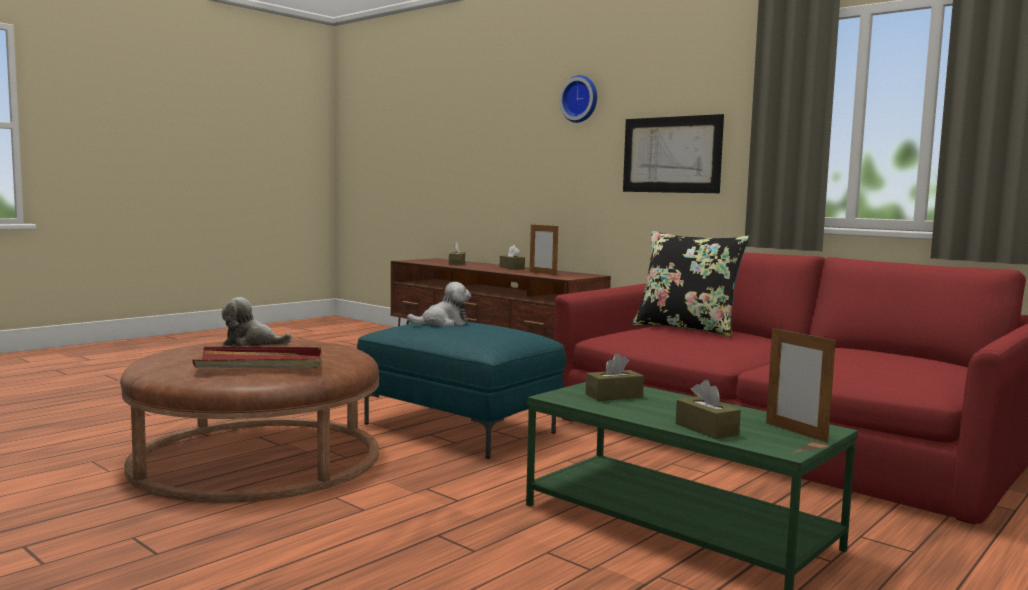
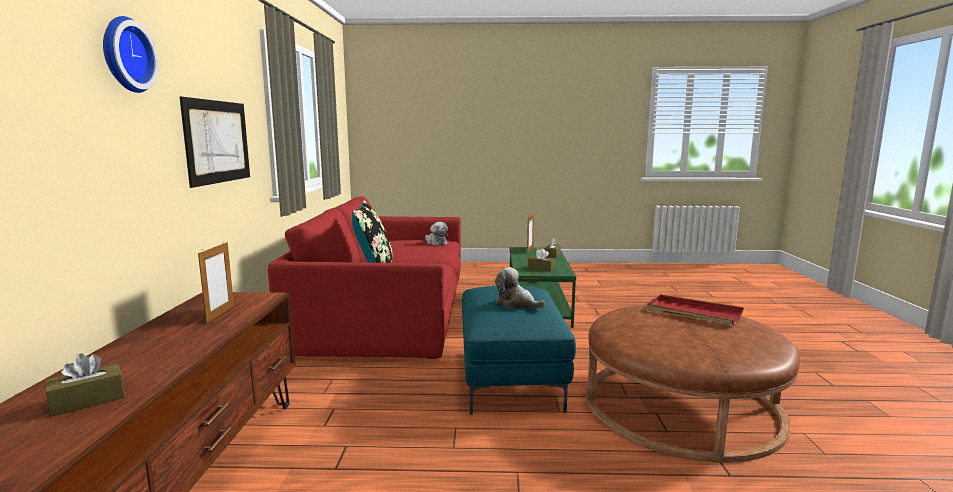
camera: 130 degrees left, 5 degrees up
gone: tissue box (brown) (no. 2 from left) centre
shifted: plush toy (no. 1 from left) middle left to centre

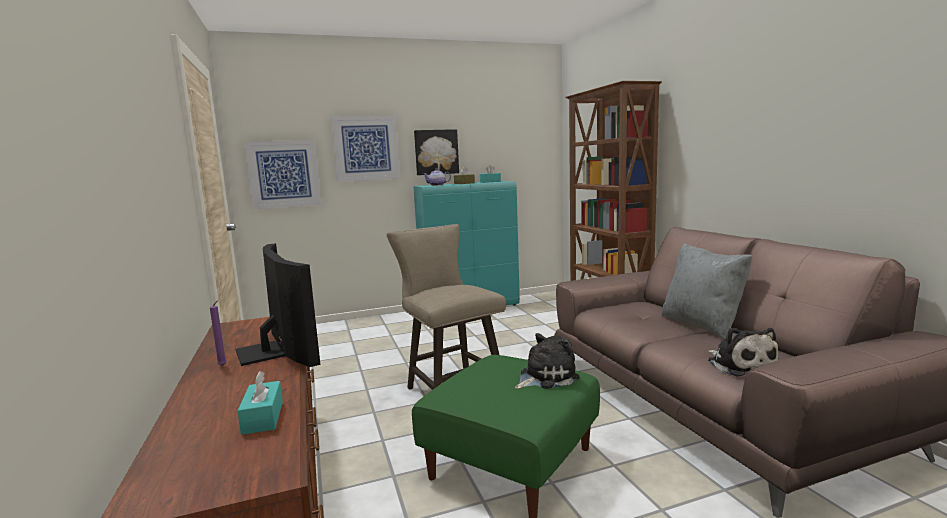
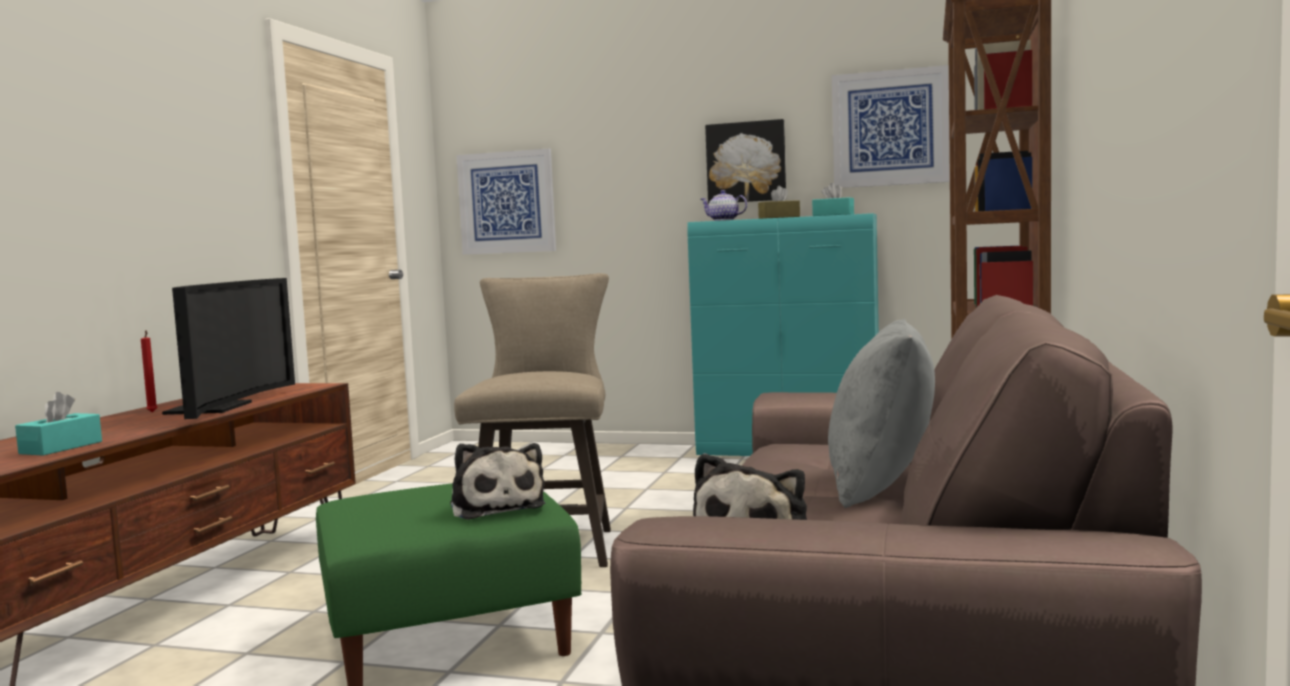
camera: 35 degrees right, 5 degrees down
shifted: picture (no. 2 from left in the first image) top centre to picture (no. 3 from left) top right
repainted: wax light (purplish) middle left to wax light (reddish) middle left
rotated: plush toy (no. 1 from left) bottom centre = bottom centre 60 degrees clockwise

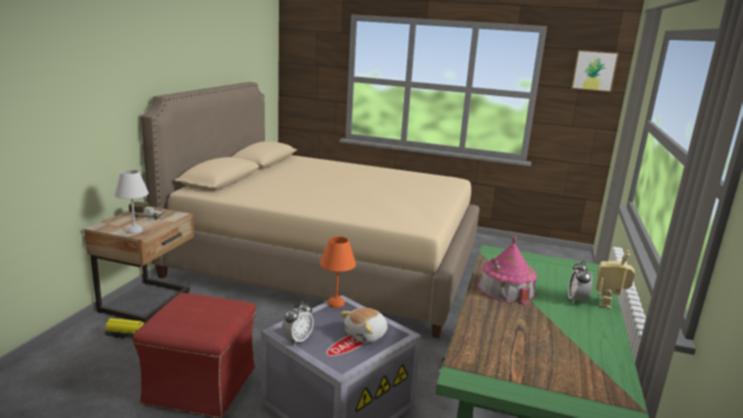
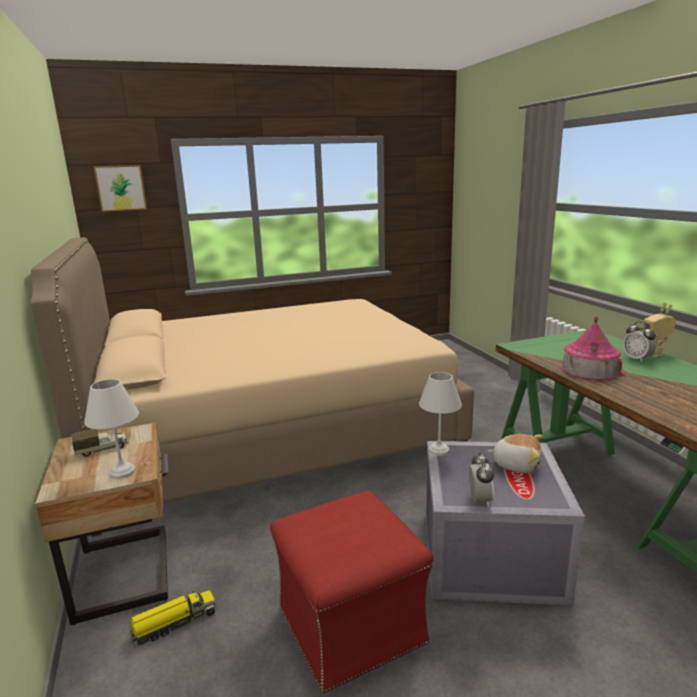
camera: 35 degrees left, 0 degrees up
shifted: picture top right to top left
repainted: tabletop lamp (orange) centre to tabletop lamp (whitish) (no. 2 from left) centre
rotated: plush toy bottom centre = middle right 75 degrees counterclockwise

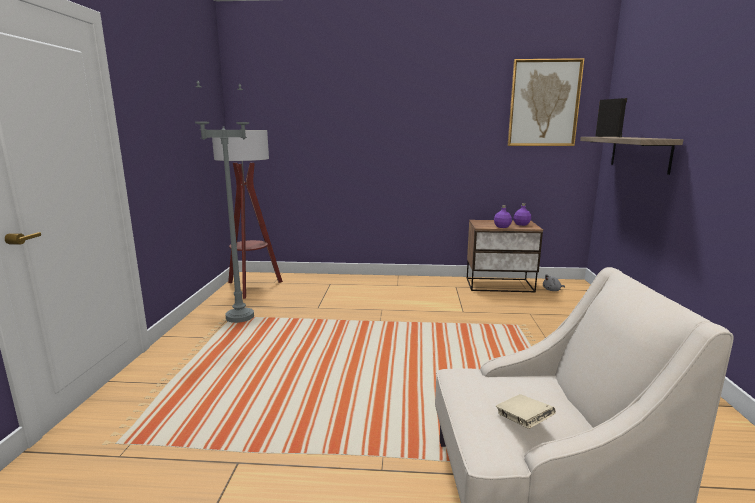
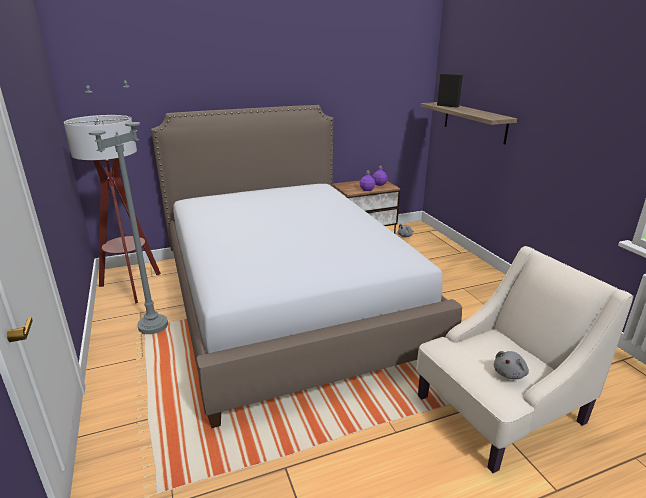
camera: 25 degrees left, 10 degrees up
gone: picture top right
new: bed centre
swapped: bound book (beige-coloured) bottom right to plush toy (greyish) (no. 2 from left) bottom right

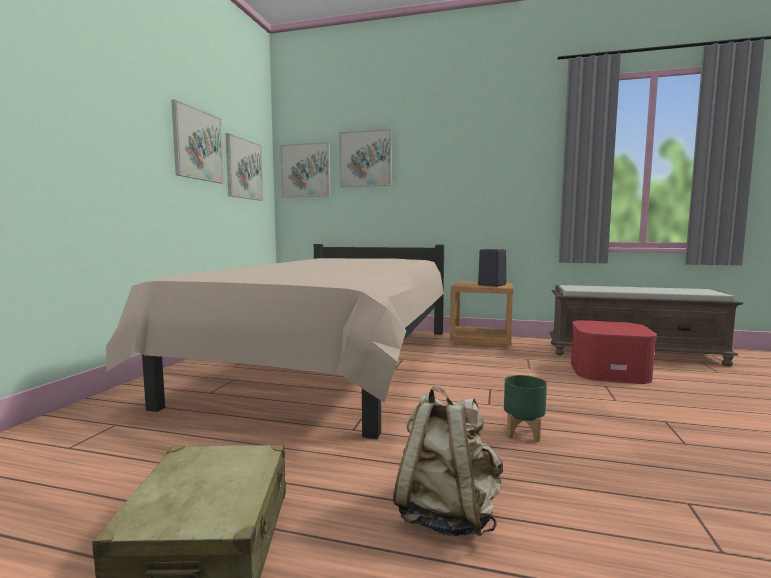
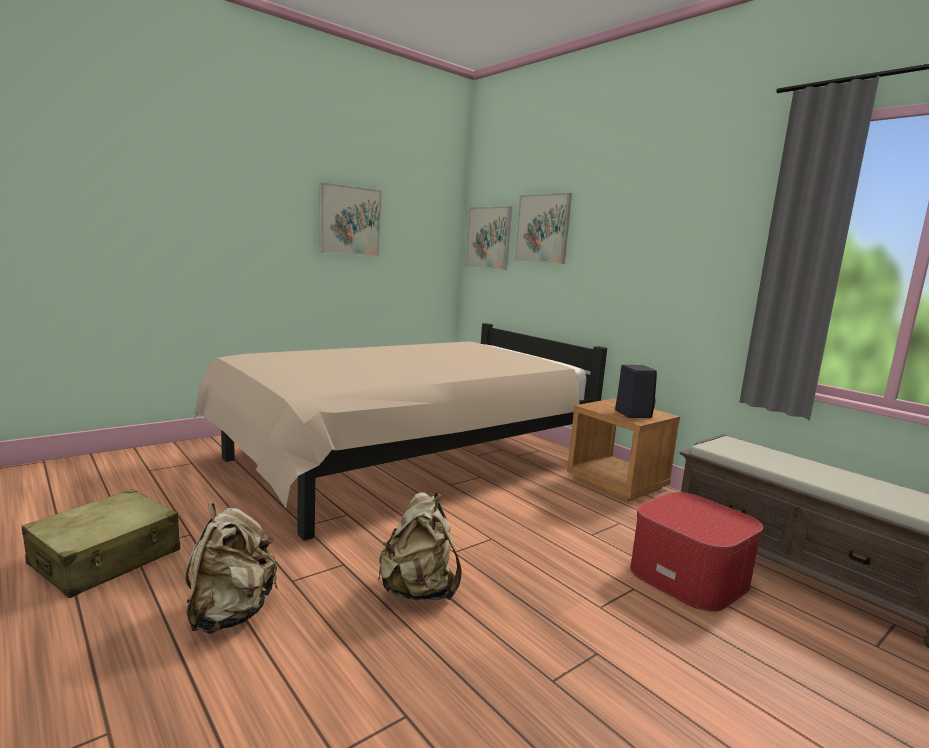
camera: 35 degrees right, 5 degrees up
gone: picture (no. 2 from left) top left
swapped: flower pot (green-coloured) bottom right to knapsack (beige-coloured) (no. 2 from left) bottom centre

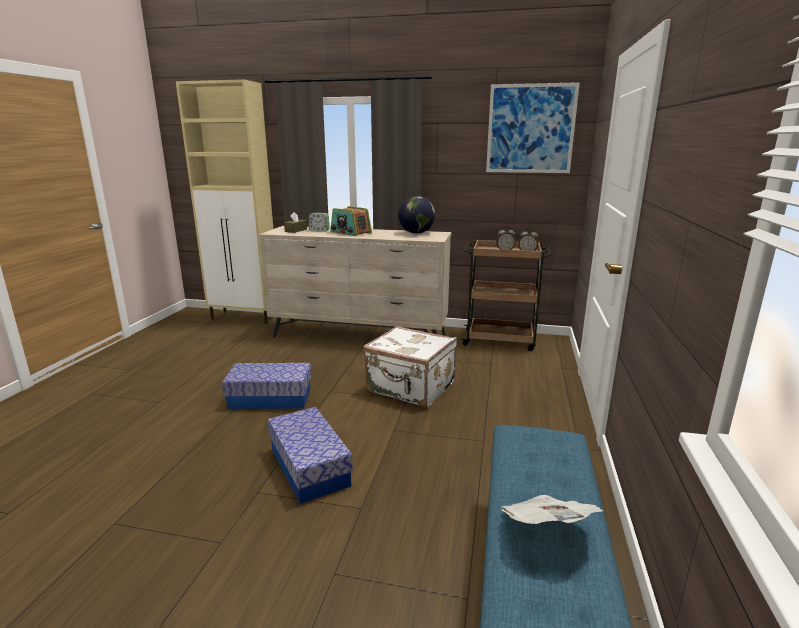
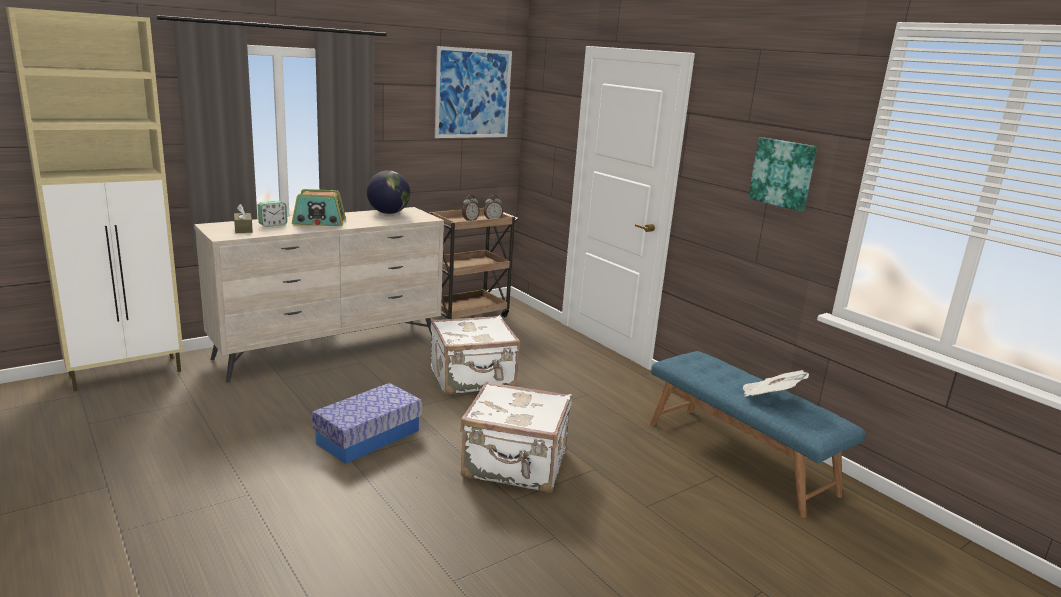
camera: 50 degrees left, 0 degrees up
new: picture (no. 2 from left) top right
swapped: storage container (no. 2 from left) bottom centre to suitcase (whitish) (no. 2 from left) bottom centre

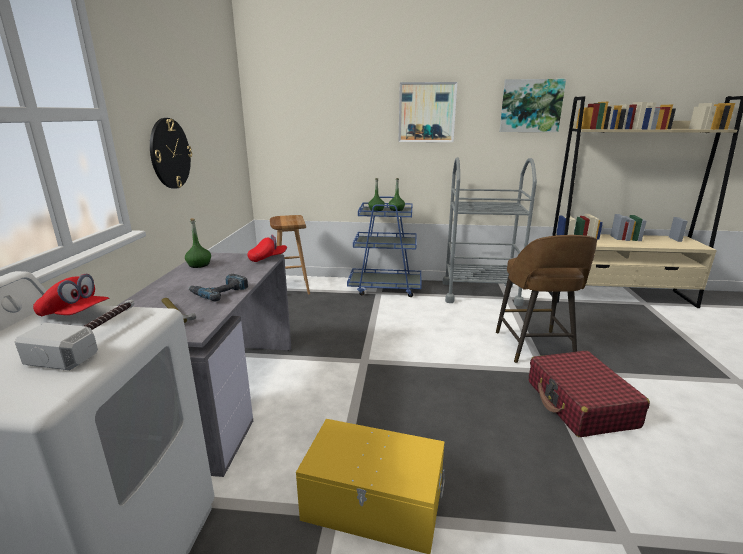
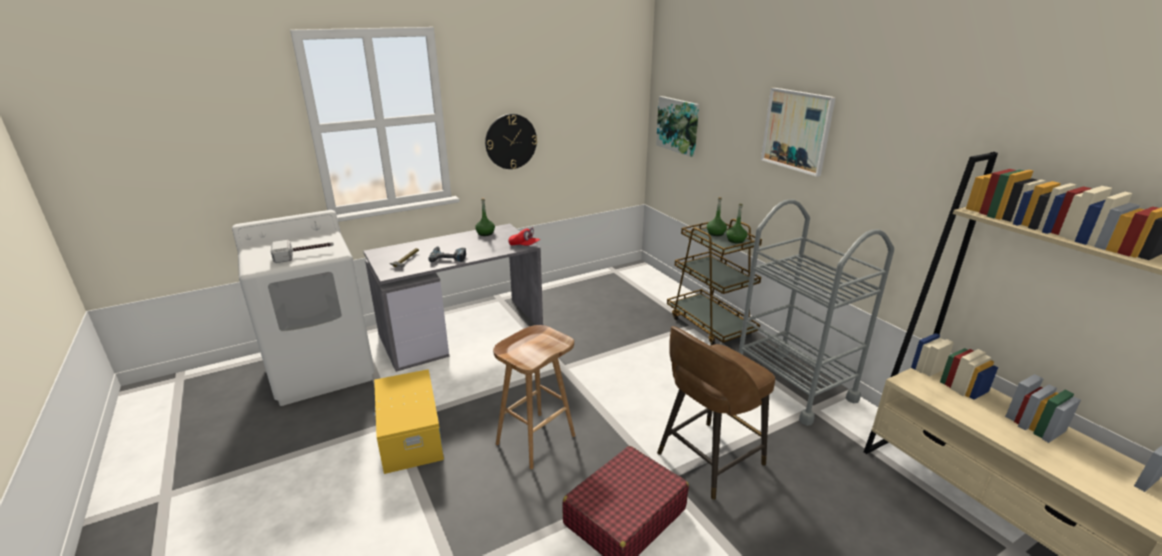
camera: 55 degrees right, 5 degrees up
gone: baseball cap (reddish) (no. 1 from left) middle left
shifted: stool seat (brown) (no. 1 from left) centre to bottom centre; picture (no. 2 from left in the first image) top right to picture (no. 1 from left) top centre
repainted: wheeled cart (blue-coloured) centre to wheeled cart (brown) centre

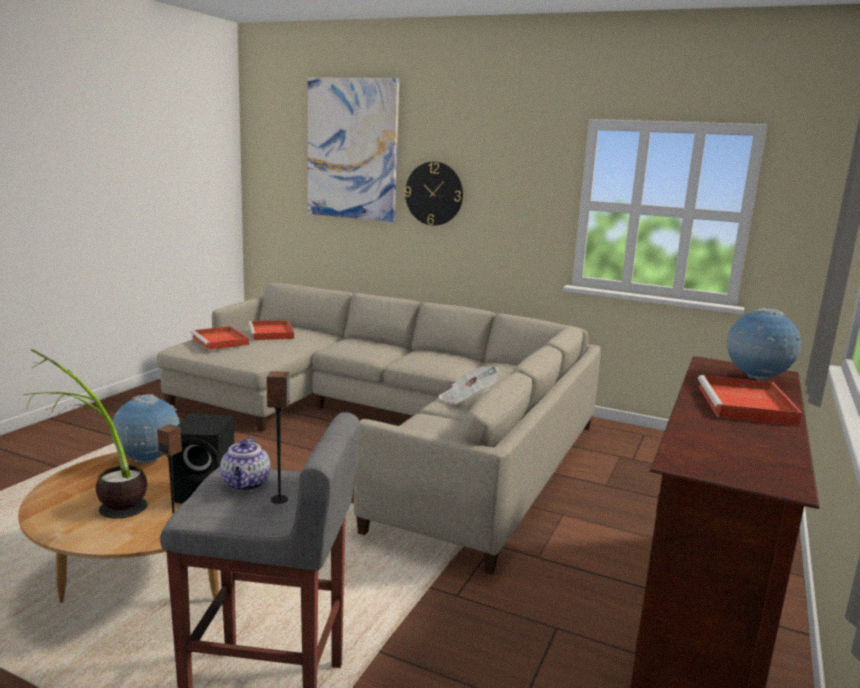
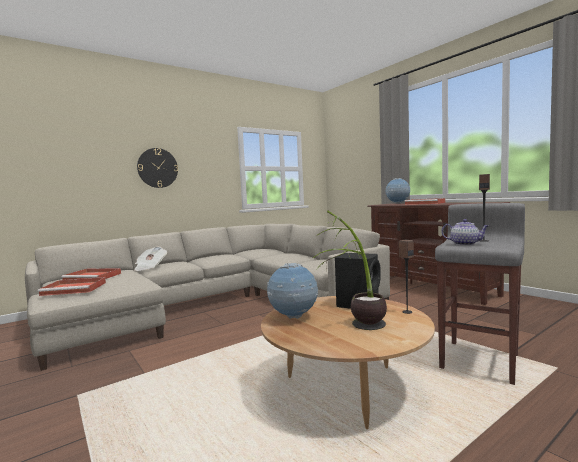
camera: 60 degrees left, 10 degrees down
gone: picture top centre
shifted: daily paper centre to middle left

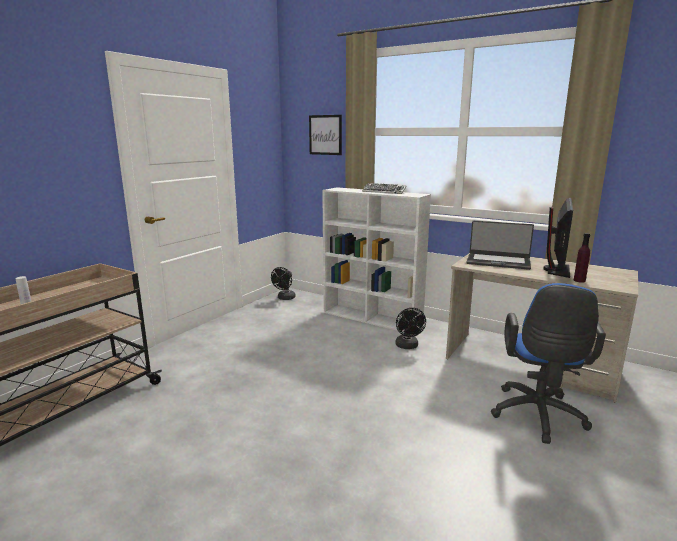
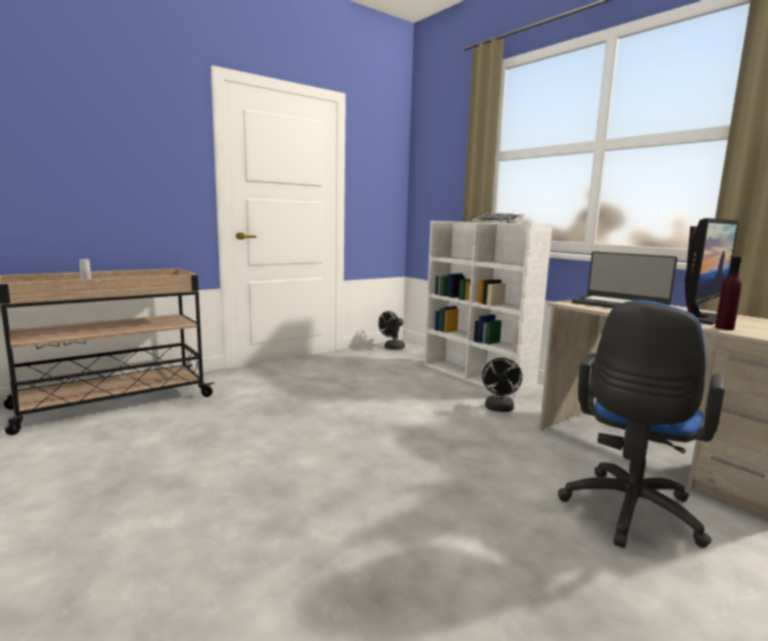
camera: 20 degrees right, 5 degrees down
gone: picture top centre

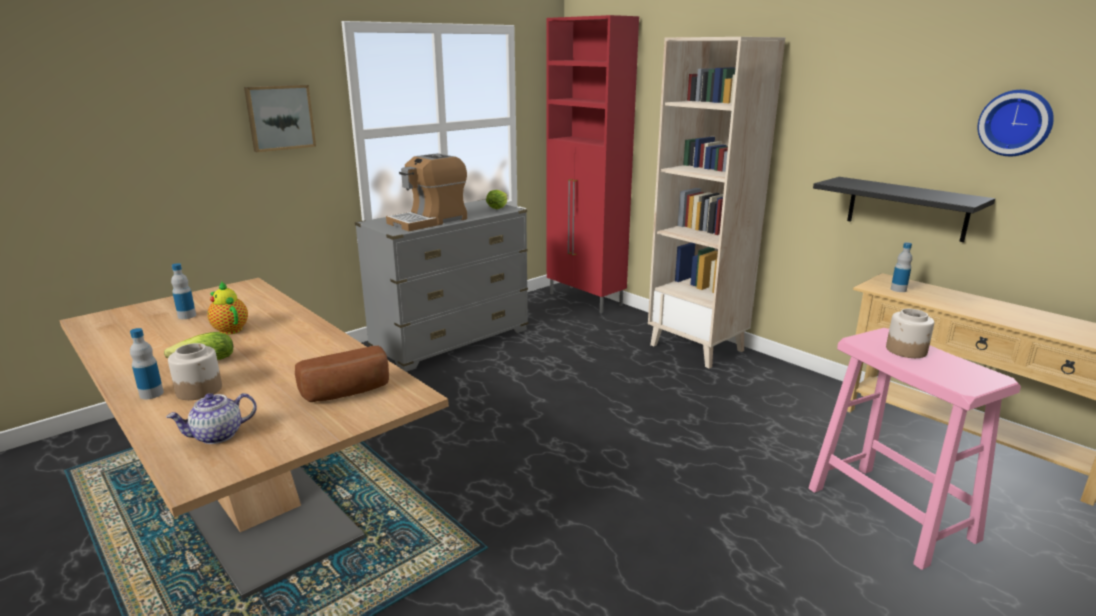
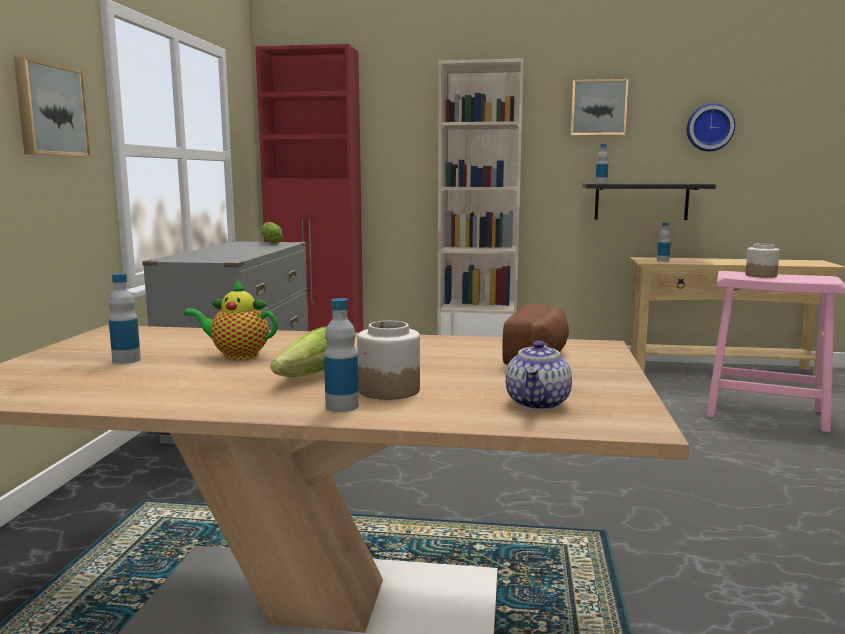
camera: 40 degrees left, 10 degrees down
gone: coffee maker top centre
new: picture (no. 2 from left) top right; bottle (no. 3 from left) top right

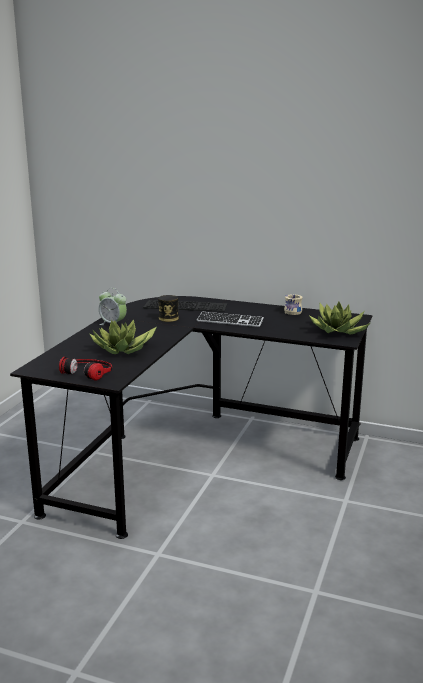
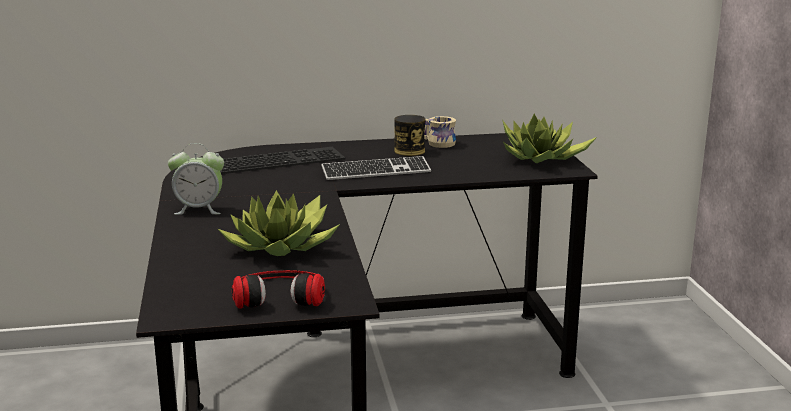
camera: 30 degrees left, 0 degrees up
shifted: metal can centre to top centre

